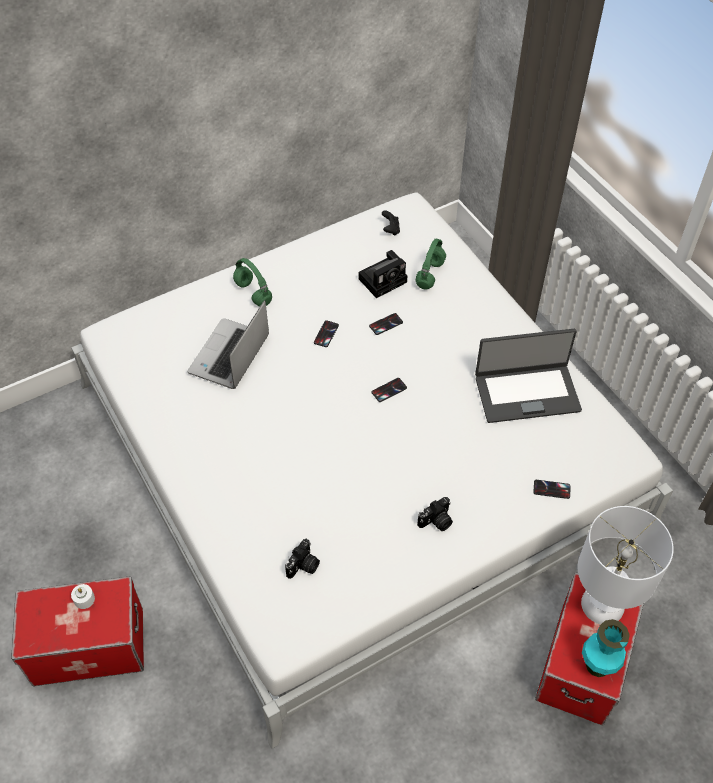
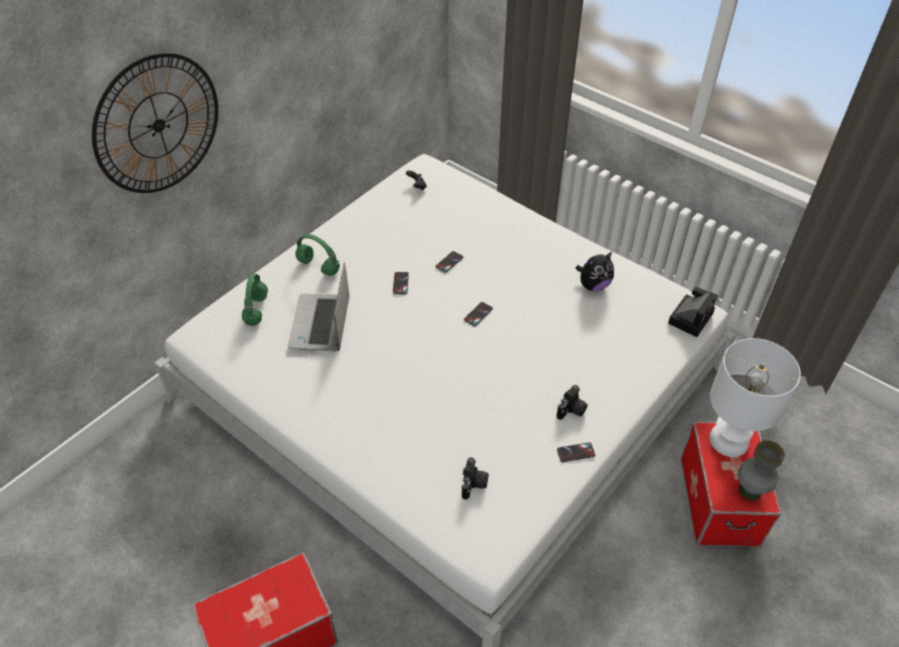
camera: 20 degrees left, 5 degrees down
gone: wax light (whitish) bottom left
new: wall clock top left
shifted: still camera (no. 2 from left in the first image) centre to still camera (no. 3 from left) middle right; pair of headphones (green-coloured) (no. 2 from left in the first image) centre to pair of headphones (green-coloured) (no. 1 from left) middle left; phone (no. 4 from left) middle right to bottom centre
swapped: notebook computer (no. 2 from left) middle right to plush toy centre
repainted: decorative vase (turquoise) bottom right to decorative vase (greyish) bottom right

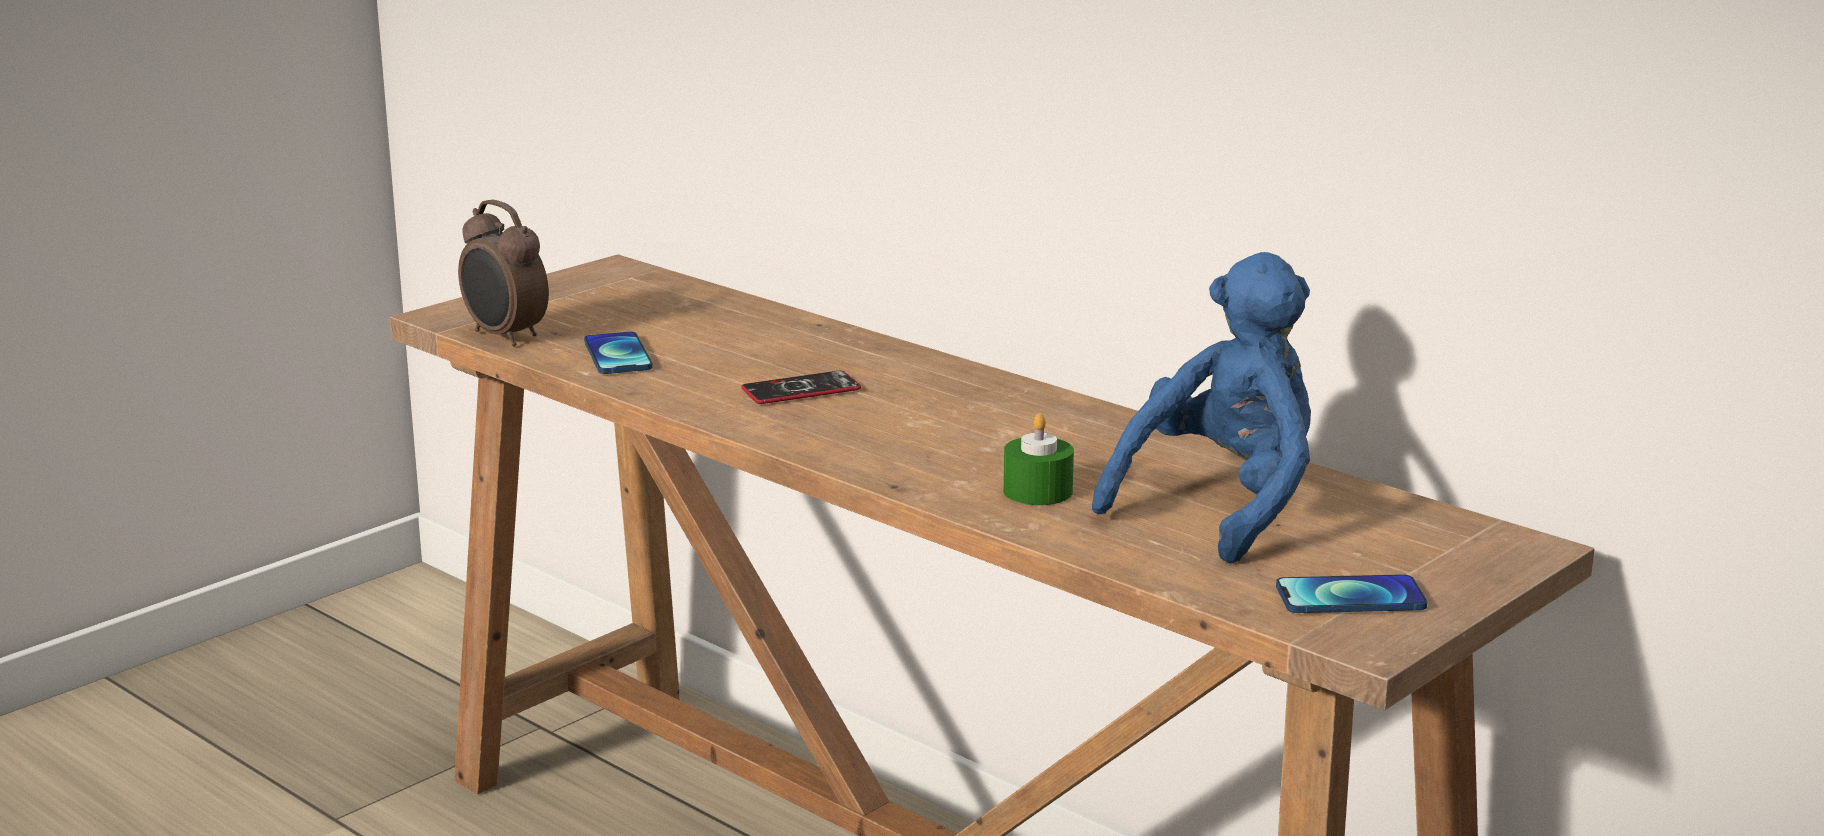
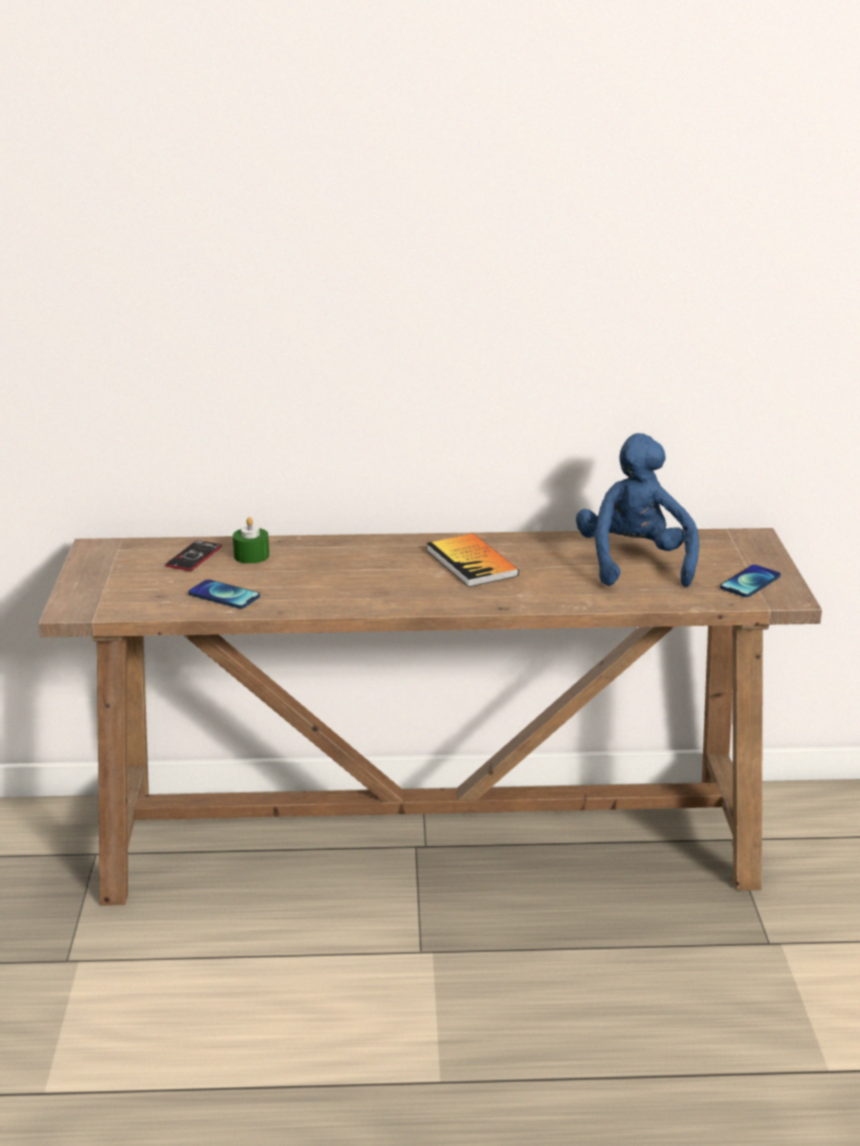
camera: 45 degrees left, 5 degrees up
gone: alarm clock top left
new: bound book centre
shifted: phone (no. 2 from left in the first image) centre to phone (no. 1 from left) middle left; wax light (green-coloured) centre to middle left

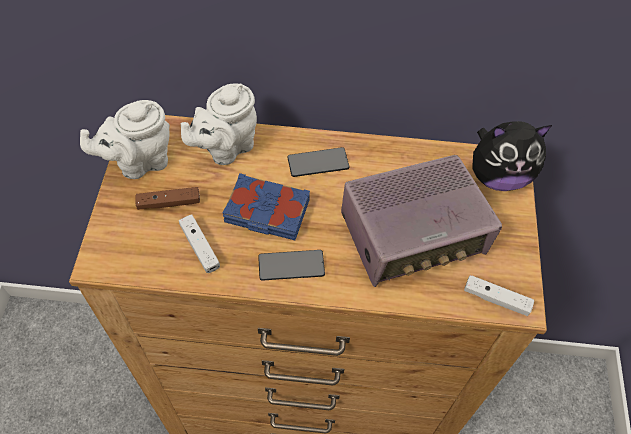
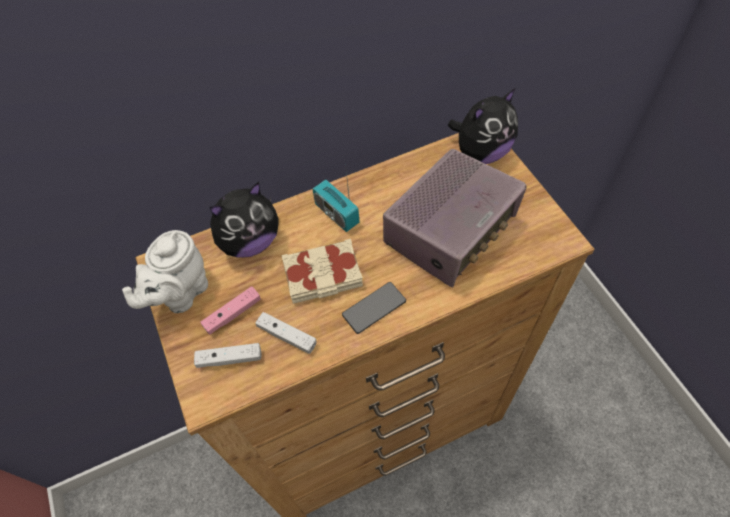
camera: 25 degrees left, 0 degrees up
shifted: gamepad (whitish) (no. 2 from left in the first image) bottom right to gamepad (whitish) (no. 1 from left) bottom left
swapped: tea pot (whitish) (no. 2 from left) top centre to plush toy (no. 1 from left) centre; phone (no. 2 from left) centre to radio set (no. 1 from left) centre
repainted: gamepad (brown) middle left to gamepad (pink-coloured) middle left; bound book (blue-coloured) centre to bound book (beige-coloured) centre

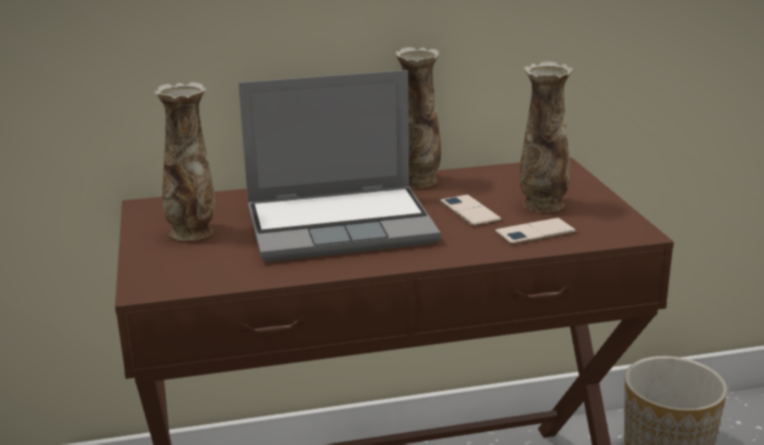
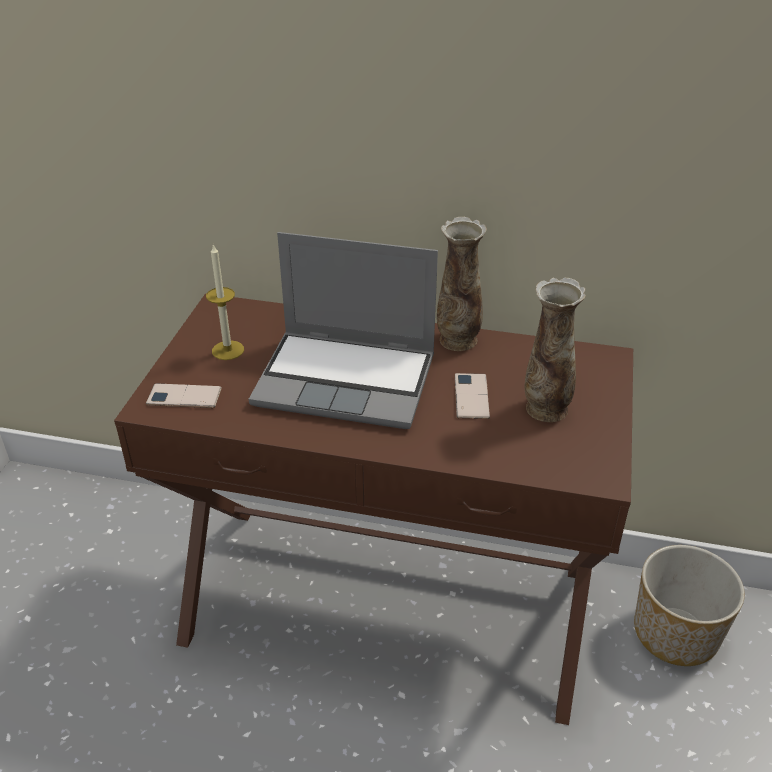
camera: 25 degrees right, 15 degrees up
shifted: phone (no. 2 from left in the first image) middle right to phone (no. 1 from left) middle left
swapped: decorative vase (no. 1 from left) middle left to wax light middle left

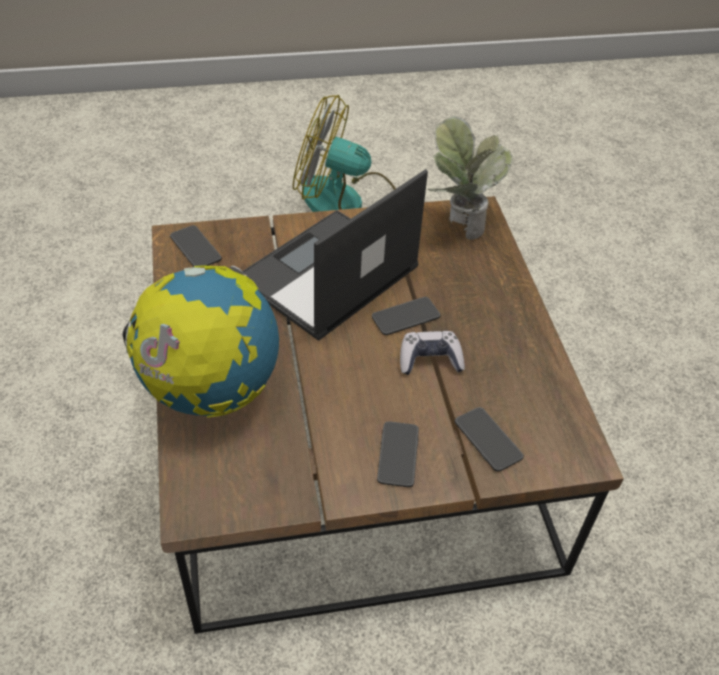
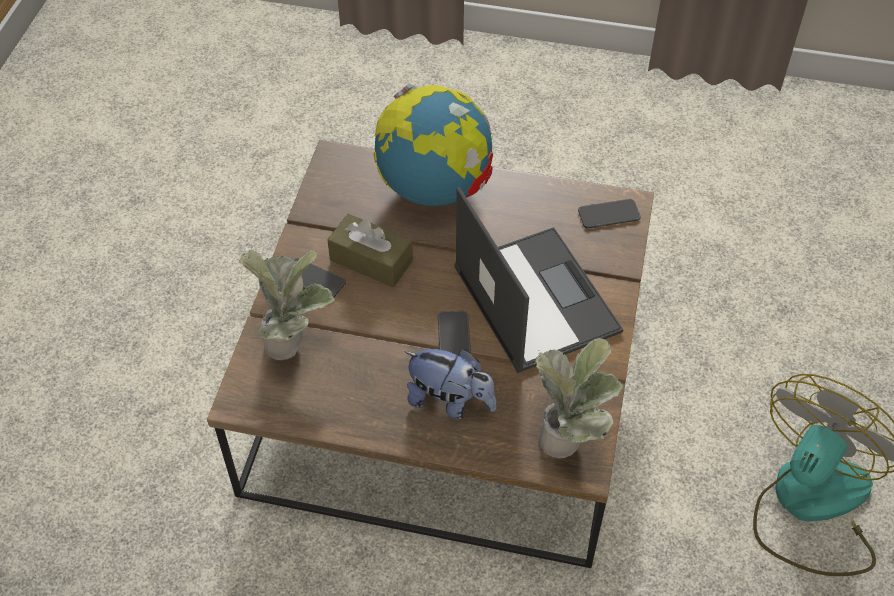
camera: 115 degrees right, 5 degrees up
gone: gamepad centre
new: tissue box (brown) centre; plush toy centre
swapped: phone (no. 4 from left) middle right to potted plant (no. 1 from left) middle left

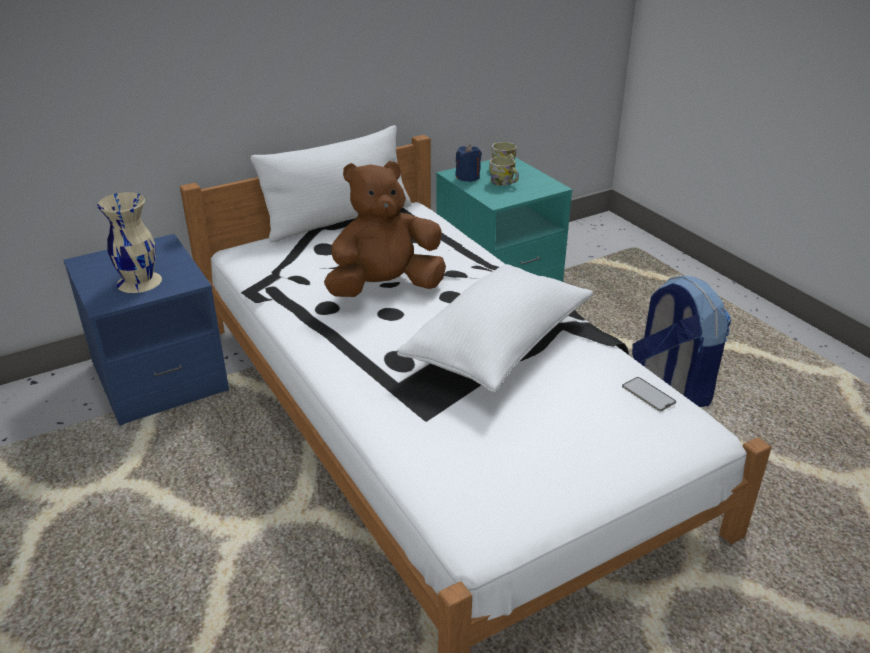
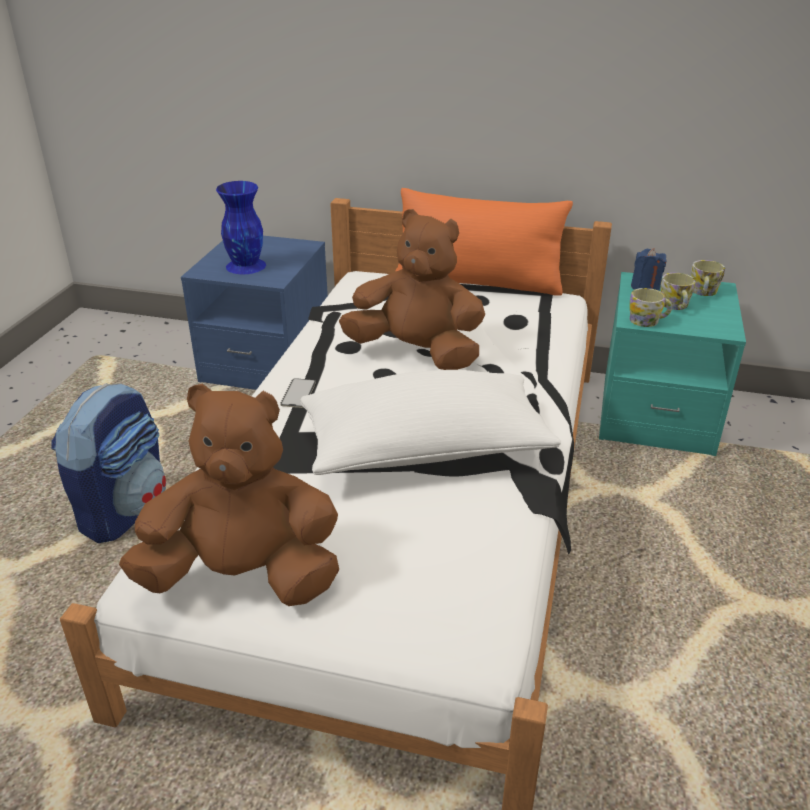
camera: 45 degrees right, 0 degrees up
new: plush toy (brown) (no. 1 from left) middle left; tea mug (no. 1 from left) middle right
shifted: phone middle right to centre; knapsack middle right to middle left
repainted: decorative vase (beige-coloured) middle left to decorative vase (blue-coloured) top left; throw pillow (whitish) (no. 1 from left) top centre to throw pillow (orange) top centre

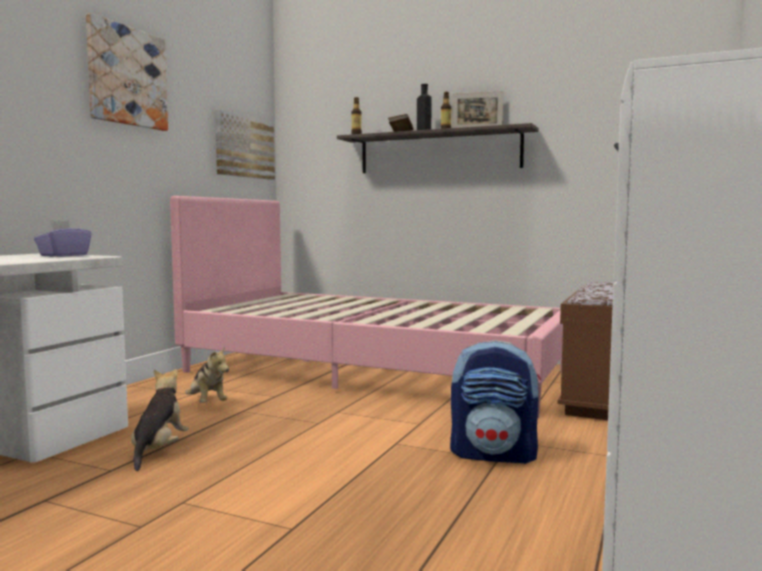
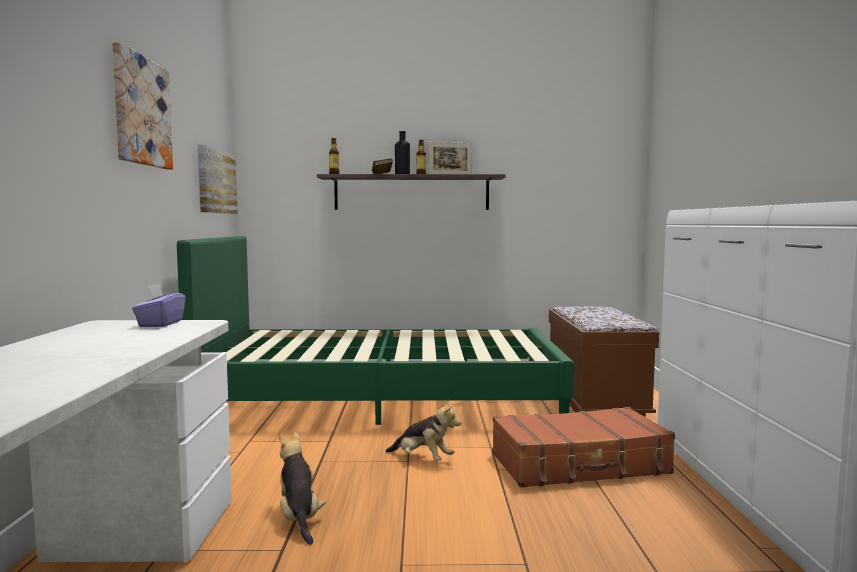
camera: 25 degrees left, 0 degrees up
shifted: plush toy (no. 2 from left) middle left to bottom centre
swapped: knapsack bottom centre to suitcase (brown) bottom right
repainted: bed (pink-coloured) centre to bed (green-coloured) centre

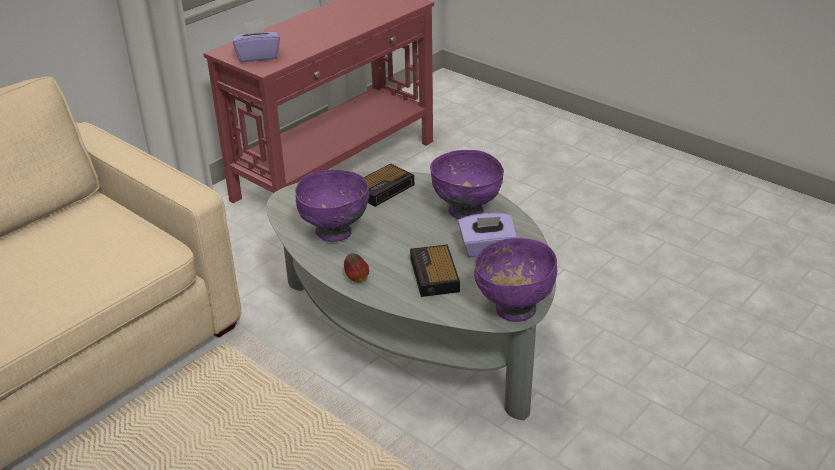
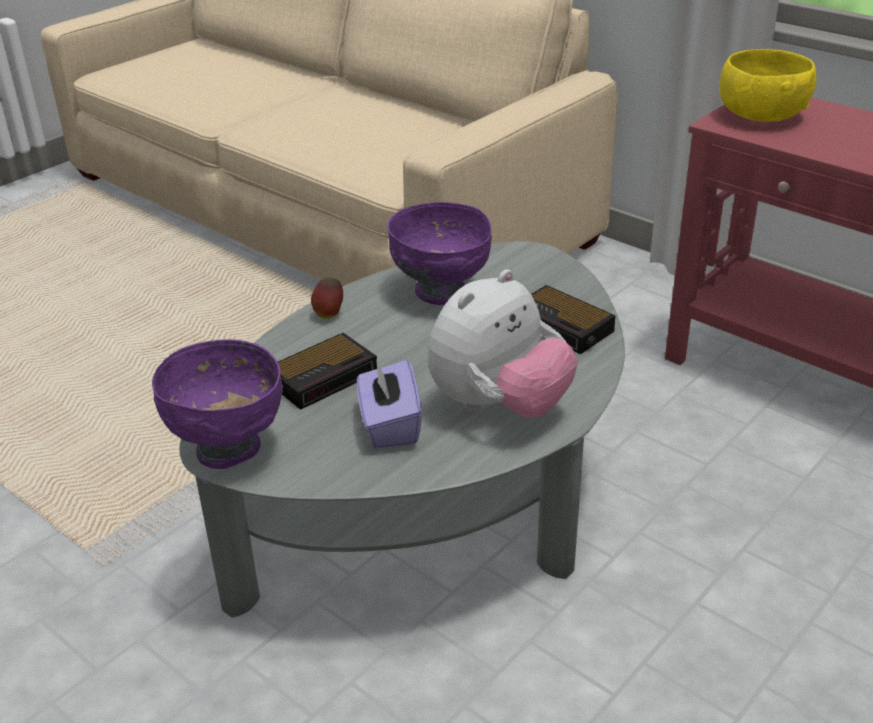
camera: 90 degrees right, 0 degrees up
swapped: tissue box (purplish) (no. 1 from left) top left to deep dish (yellow) top right; deep dish (purplish) (no. 2 from left) centre to plush toy centre
rotated: alarm clock (no. 2 from left in the first image) centre = centre 150 degrees clockwise

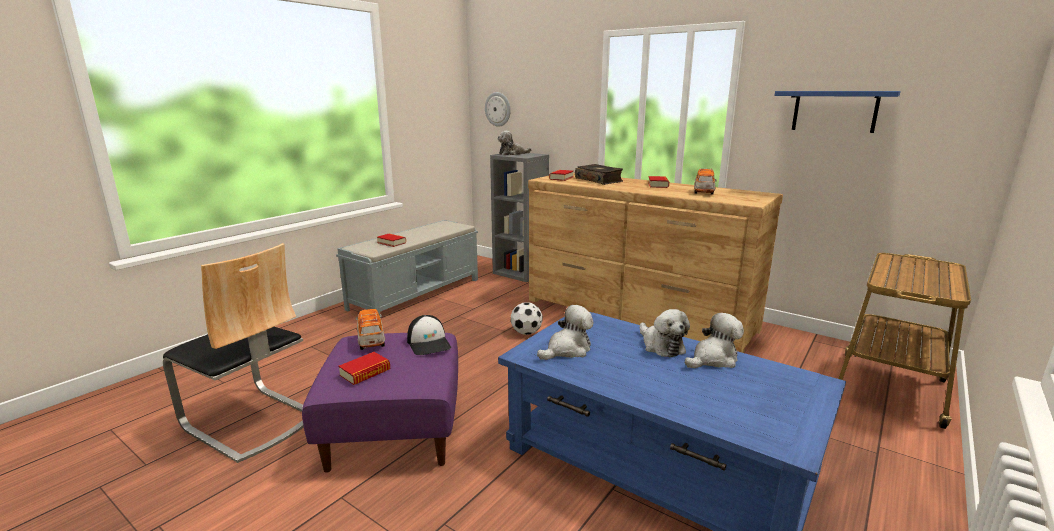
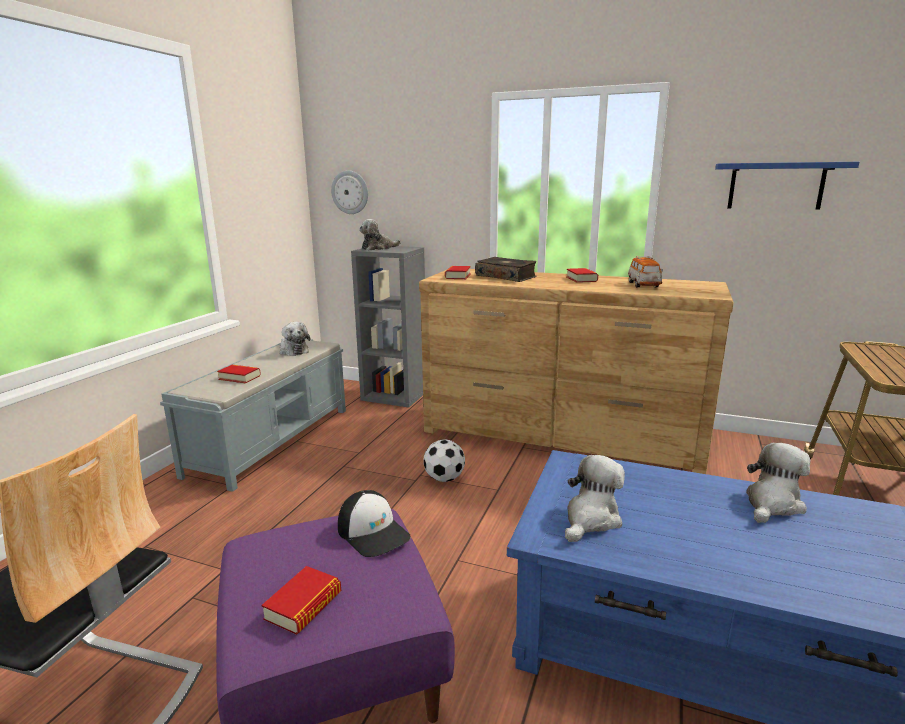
camera: 15 degrees left, 0 degrees up
gone: toy car (no. 1 from left) centre
shifted: plush toy (no. 3 from left in the first image) centre to plush toy (no. 1 from left) middle left

